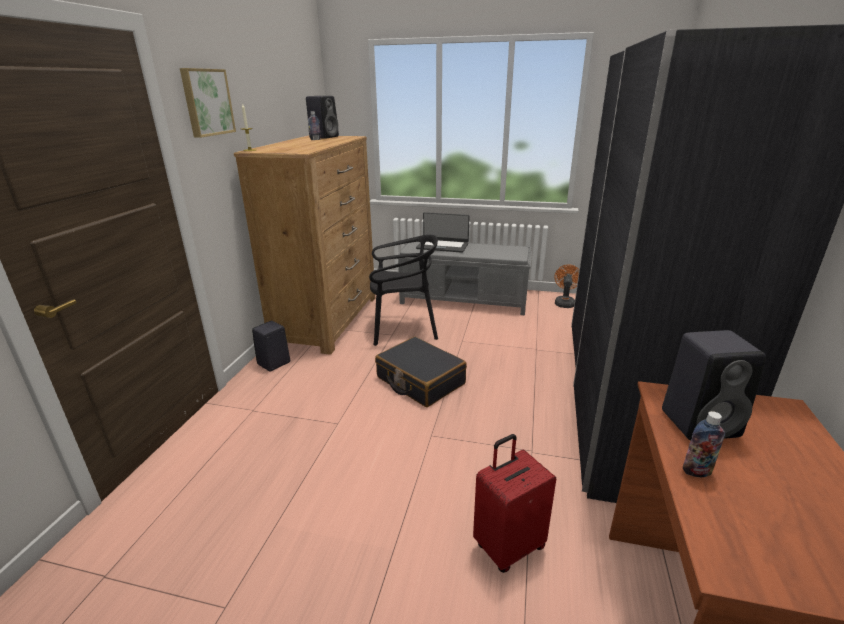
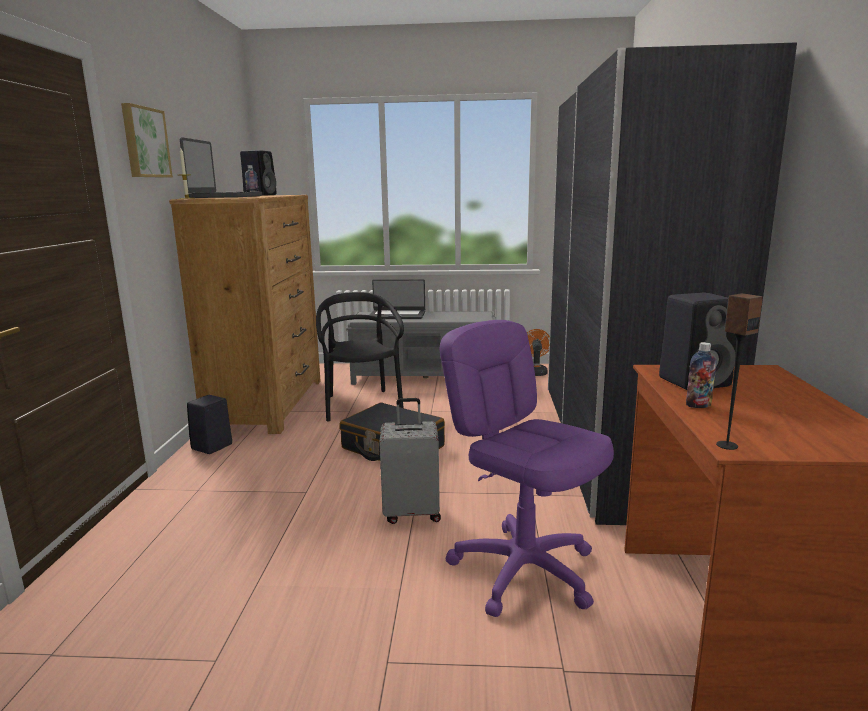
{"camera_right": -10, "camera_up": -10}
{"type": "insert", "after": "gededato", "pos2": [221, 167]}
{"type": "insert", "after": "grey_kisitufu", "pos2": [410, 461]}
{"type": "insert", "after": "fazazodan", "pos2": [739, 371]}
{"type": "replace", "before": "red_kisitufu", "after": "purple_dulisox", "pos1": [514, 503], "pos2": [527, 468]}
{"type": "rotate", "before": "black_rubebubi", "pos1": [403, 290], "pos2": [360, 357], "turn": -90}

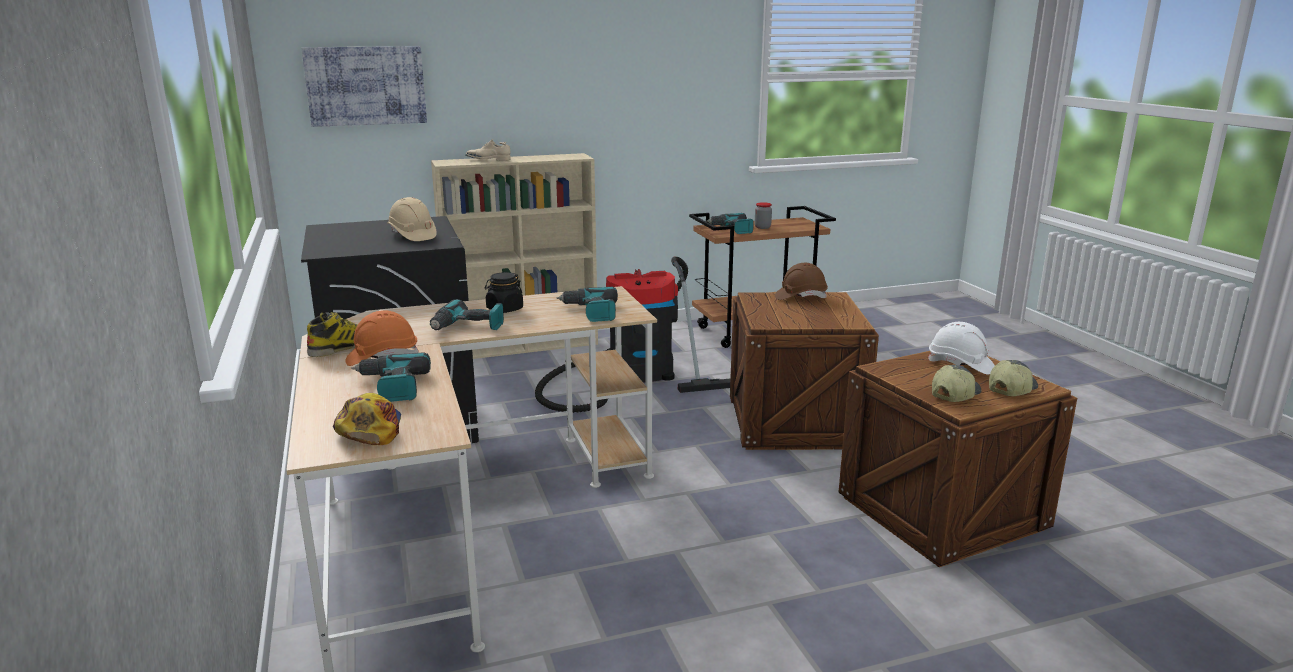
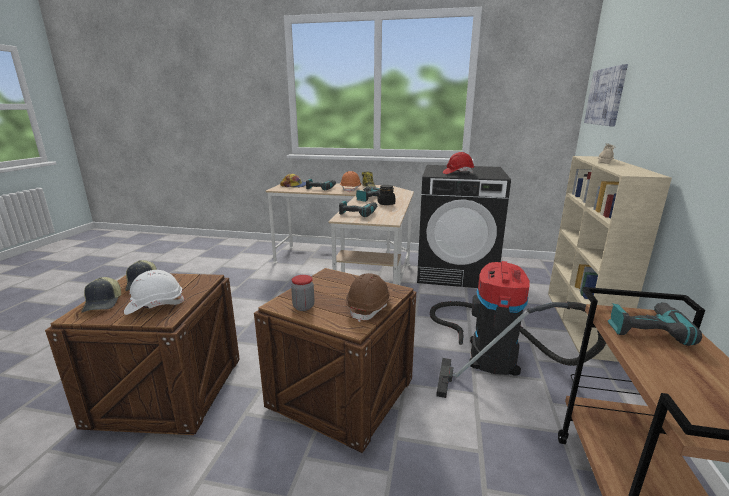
{"camera_right": 120, "camera_up": 0}
{"type": "move", "before": "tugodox", "pos1": [763, 215], "pos2": [302, 293]}
{"type": "recolor", "before": "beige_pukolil", "after": "red_pukolil", "pos1": [412, 219], "pos2": [458, 163]}

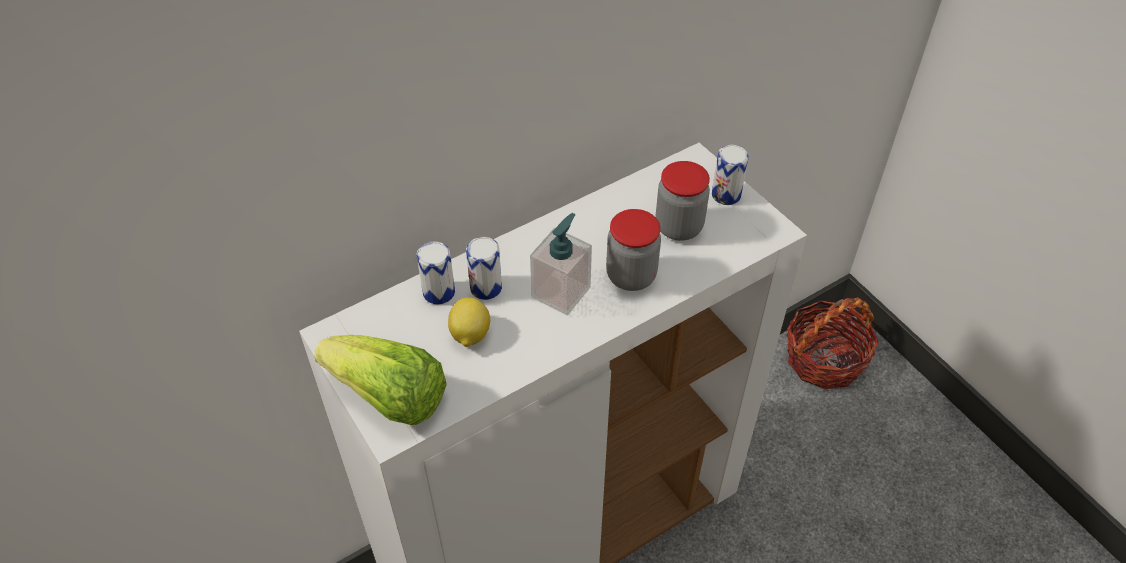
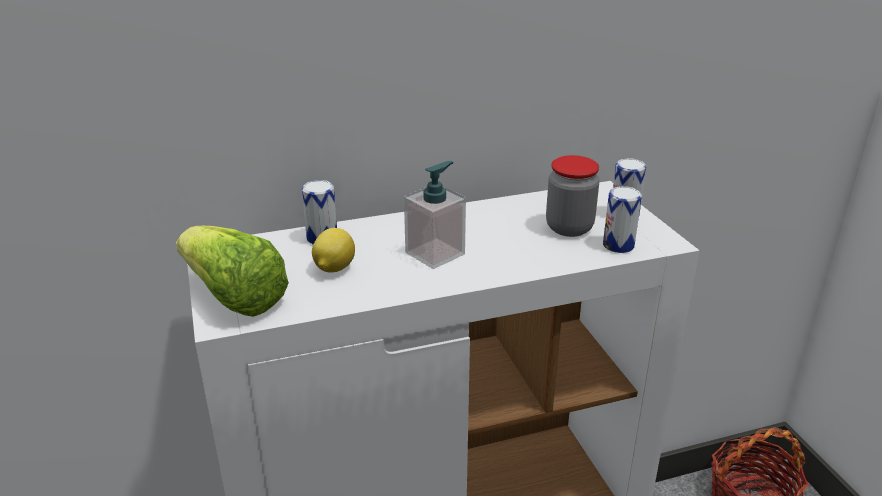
{"camera_right": 15, "camera_up": -20}
{"type": "delete", "before": "tugodox", "pos1": [633, 250]}
{"type": "move", "before": "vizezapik", "pos1": [484, 268], "pos2": [622, 219]}

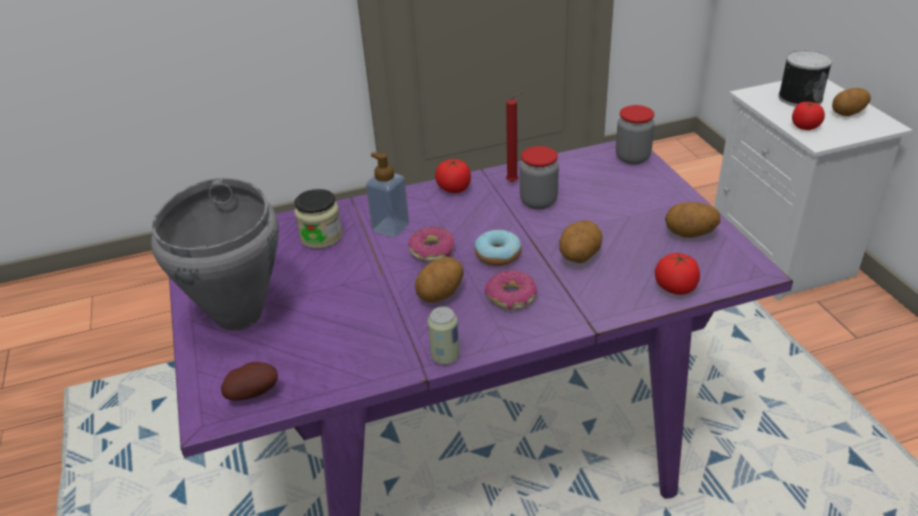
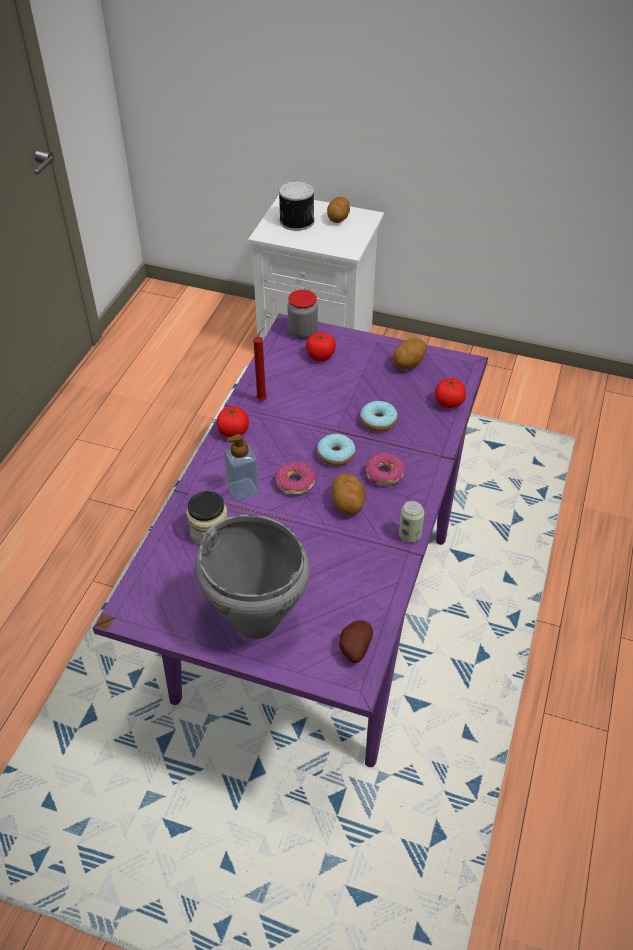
{"camera_right": -55, "camera_up": 10}
{"type": "delete", "before": "tugodox", "pos1": [539, 177]}
{"type": "move", "before": "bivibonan", "pos1": [808, 115], "pos2": [321, 346]}
{"type": "replace", "before": "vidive", "after": "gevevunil", "pos1": [581, 241], "pos2": [378, 416]}

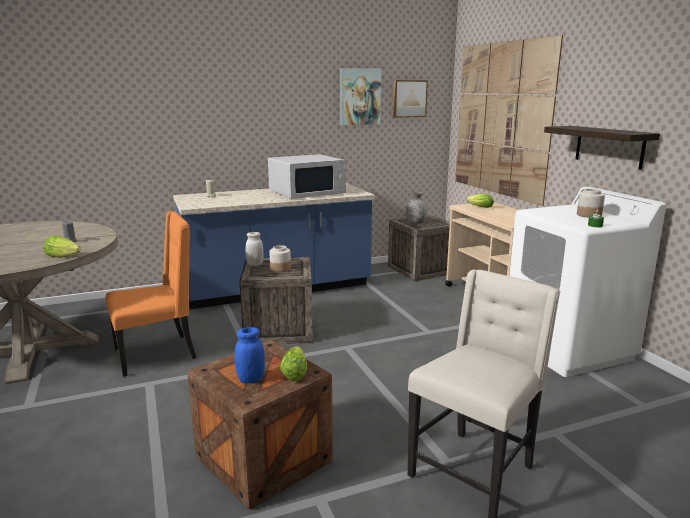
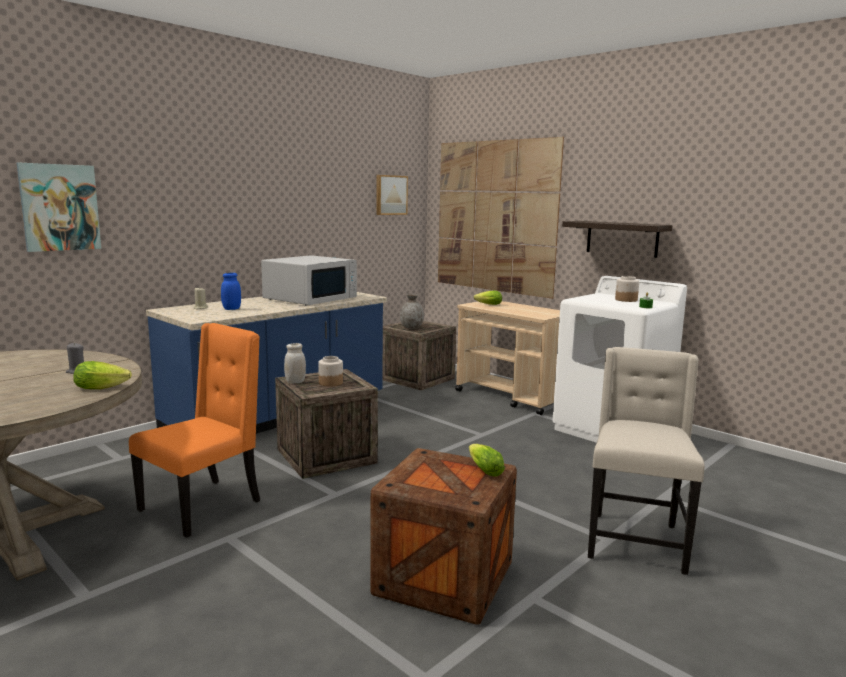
{"camera_right": -25, "camera_up": -5}
{"type": "move", "before": "blue_tugodox", "pos1": [250, 355], "pos2": [231, 291]}
{"type": "move", "before": "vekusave", "pos1": [360, 96], "pos2": [59, 207]}

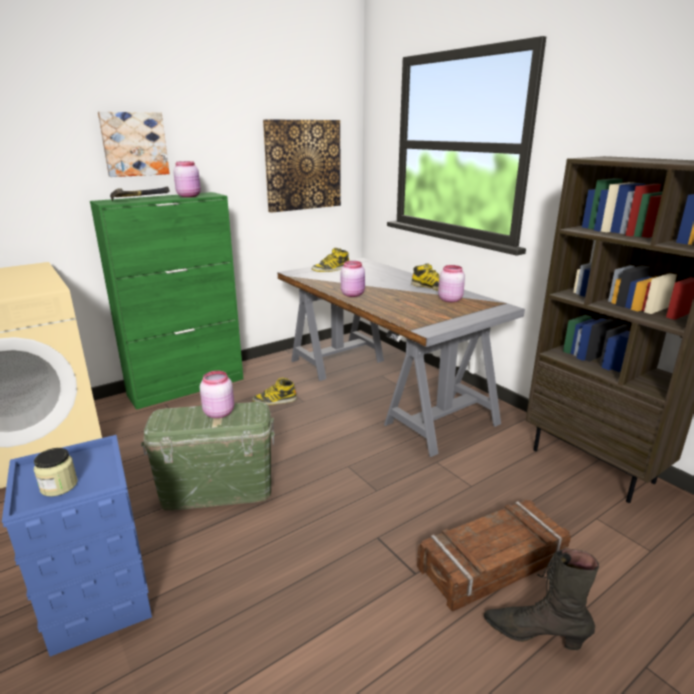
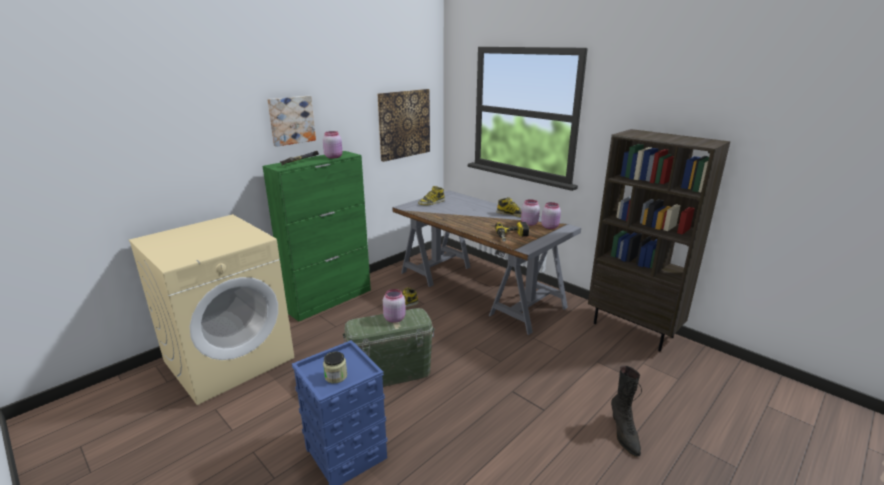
{"camera_right": -10, "camera_up": 0}
{"type": "delete", "before": "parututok", "pos1": [494, 556]}
{"type": "insert", "after": "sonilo", "pos2": [512, 232]}
{"type": "move", "before": "pink_tugodox", "pos1": [353, 279], "pos2": [551, 215]}
{"type": "rotate", "before": "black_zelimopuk", "pos1": [541, 599], "pos2": [626, 411], "turn": -105}

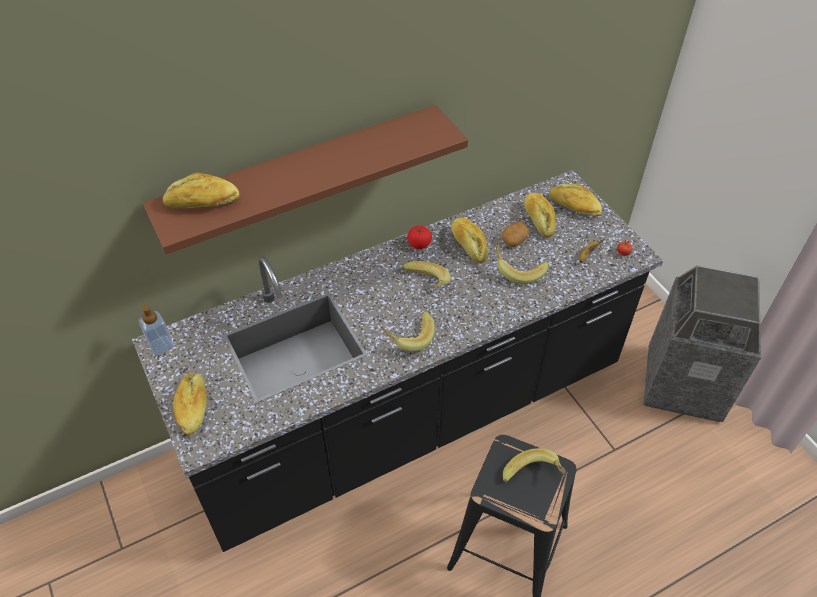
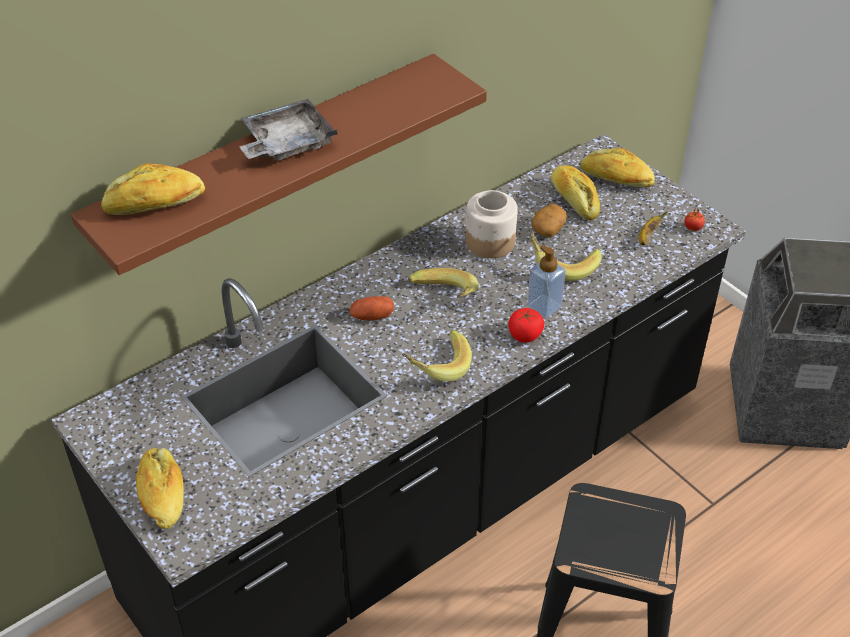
{"camera_right": -10, "camera_up": -5}
{"type": "delete", "before": "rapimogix", "pos1": [535, 465]}
{"type": "insert", "after": "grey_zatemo", "pos2": [288, 130]}
{"type": "insert", "after": "vidive", "pos2": [371, 308]}
{"type": "move", "before": "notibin", "pos1": [156, 329], "pos2": [546, 281]}
{"type": "move", "before": "bivibonan", "pos1": [420, 237], "pos2": [526, 325]}
{"type": "replace", "before": "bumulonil", "after": "tugodox", "pos1": [469, 240], "pos2": [492, 224]}

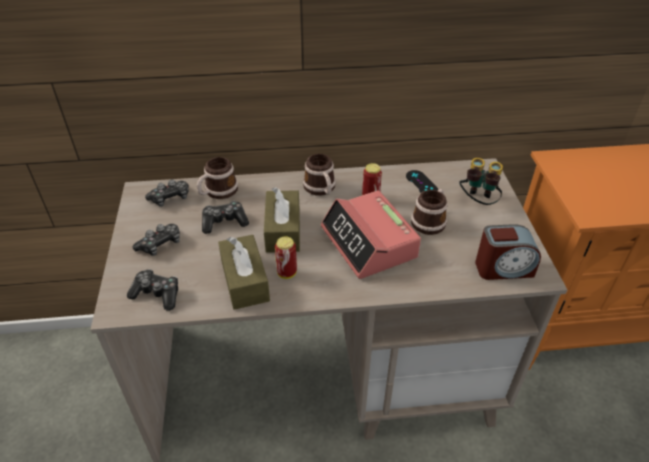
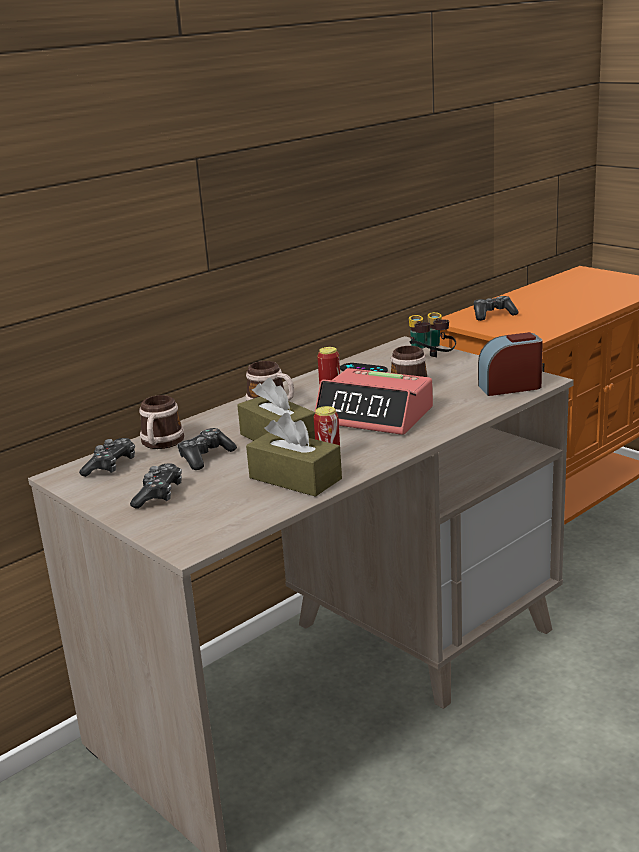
{"camera_right": -35, "camera_up": -20}
{"type": "move", "before": "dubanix", "pos1": [152, 290], "pos2": [496, 308]}
{"type": "rotate", "before": "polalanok", "pos1": [508, 252], "pos2": [510, 364], "turn": -150}

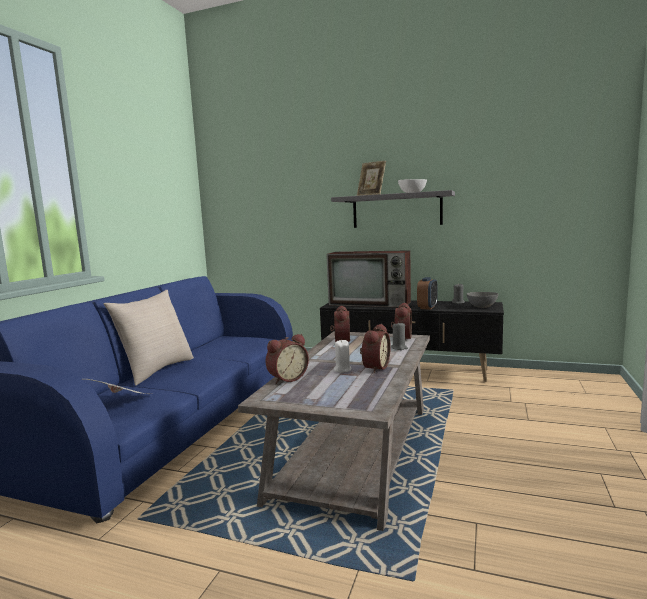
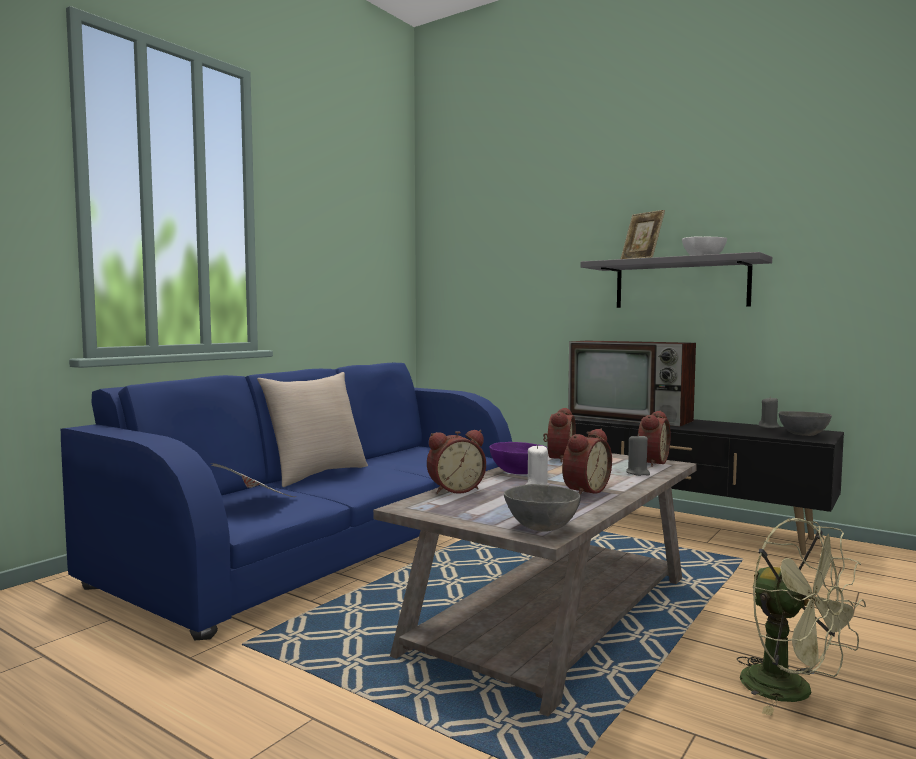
{"camera_right": 15, "camera_up": -5}
{"type": "delete", "before": "polalanok", "pos1": [427, 293]}
{"type": "insert", "after": "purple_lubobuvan", "pos2": [518, 458]}
{"type": "insert", "after": "grey_lubobuvan", "pos2": [542, 508]}
{"type": "insert", "after": "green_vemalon", "pos2": [801, 617]}

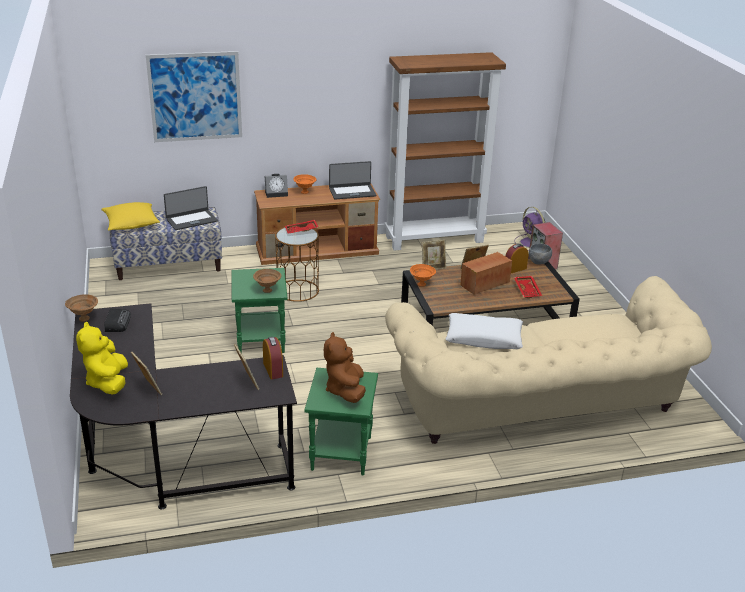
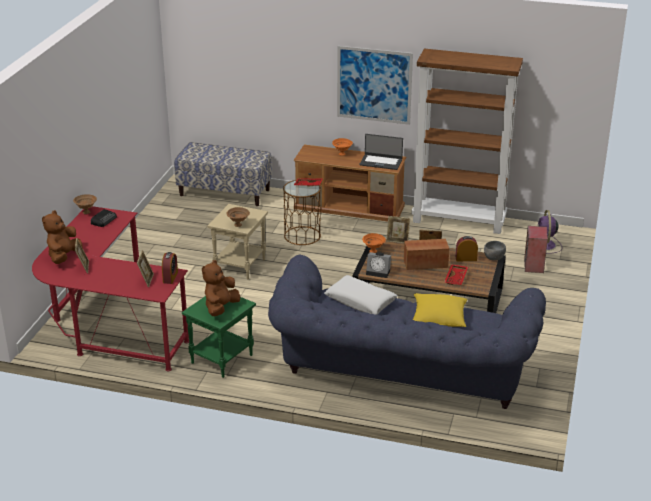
{"camera_right": 30, "camera_up": 0}
{"type": "delete", "before": "gededato", "pos1": [191, 208]}
{"type": "move", "before": "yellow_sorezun", "pos1": [130, 216], "pos2": [440, 310]}
{"type": "move", "before": "vekusave", "pos1": [194, 96], "pos2": [375, 85]}
{"type": "move", "before": "polalanok", "pos1": [276, 186], "pos2": [378, 265]}
{"type": "recolor", "before": "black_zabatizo", "after": "red_zabatizo", "pos1": [183, 406], "pos2": [110, 288]}
{"type": "recolor", "before": "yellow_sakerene", "after": "brown_sakerene", "pos1": [102, 358], "pos2": [62, 237]}
{"type": "recolor", "before": "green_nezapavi", "after": "beige_nezapavi", "pos1": [260, 310], "pos2": [237, 242]}
{"type": "recolor", "before": "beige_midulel", "after": "blue_midulel", "pos1": [548, 360], "pos2": [407, 331]}

